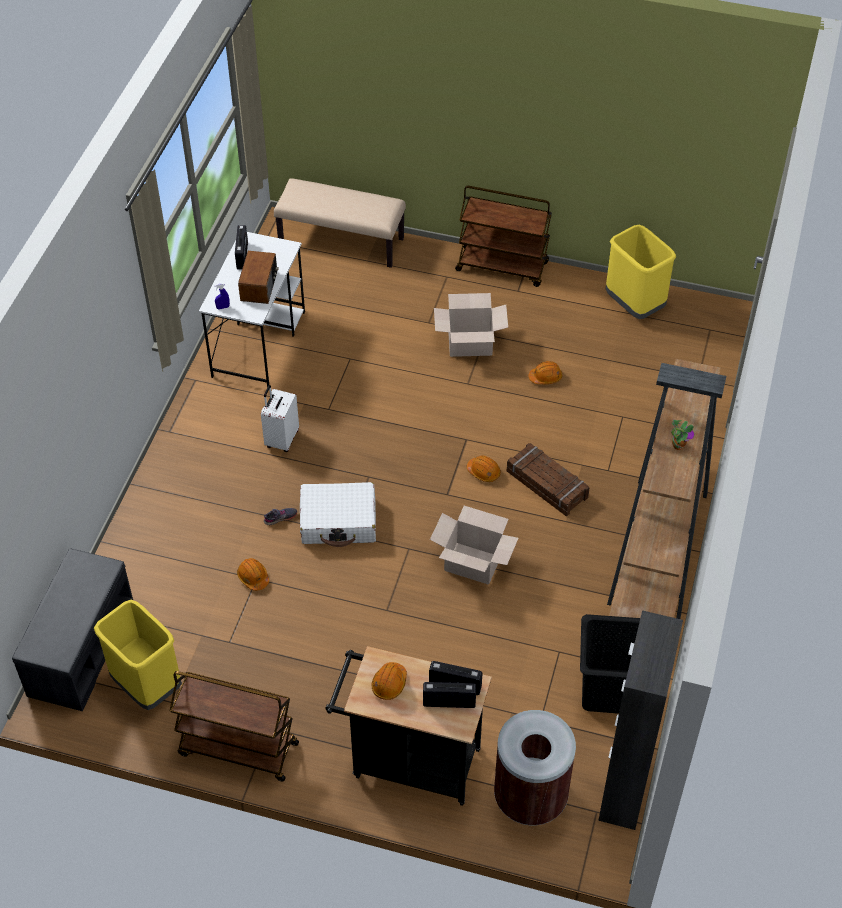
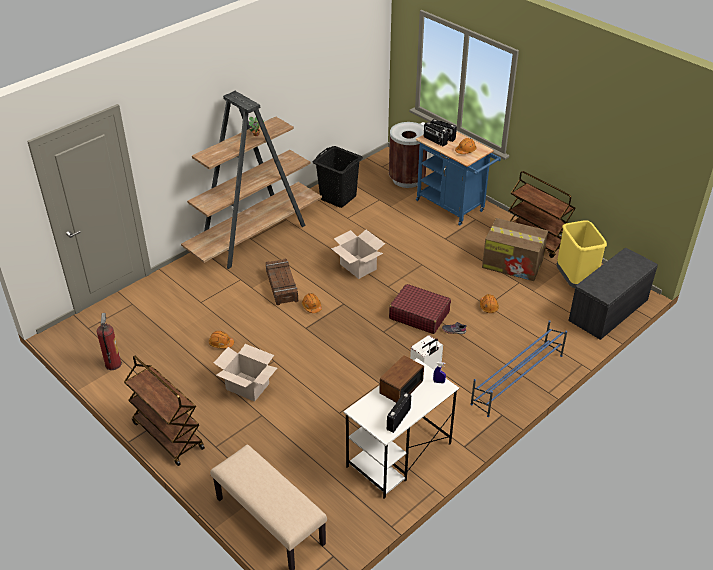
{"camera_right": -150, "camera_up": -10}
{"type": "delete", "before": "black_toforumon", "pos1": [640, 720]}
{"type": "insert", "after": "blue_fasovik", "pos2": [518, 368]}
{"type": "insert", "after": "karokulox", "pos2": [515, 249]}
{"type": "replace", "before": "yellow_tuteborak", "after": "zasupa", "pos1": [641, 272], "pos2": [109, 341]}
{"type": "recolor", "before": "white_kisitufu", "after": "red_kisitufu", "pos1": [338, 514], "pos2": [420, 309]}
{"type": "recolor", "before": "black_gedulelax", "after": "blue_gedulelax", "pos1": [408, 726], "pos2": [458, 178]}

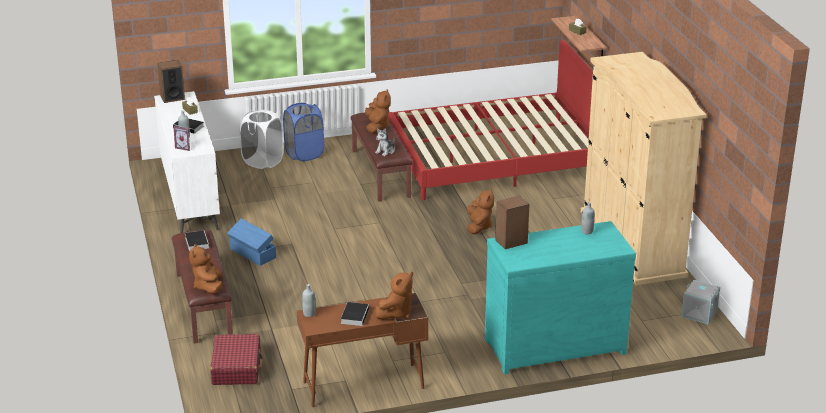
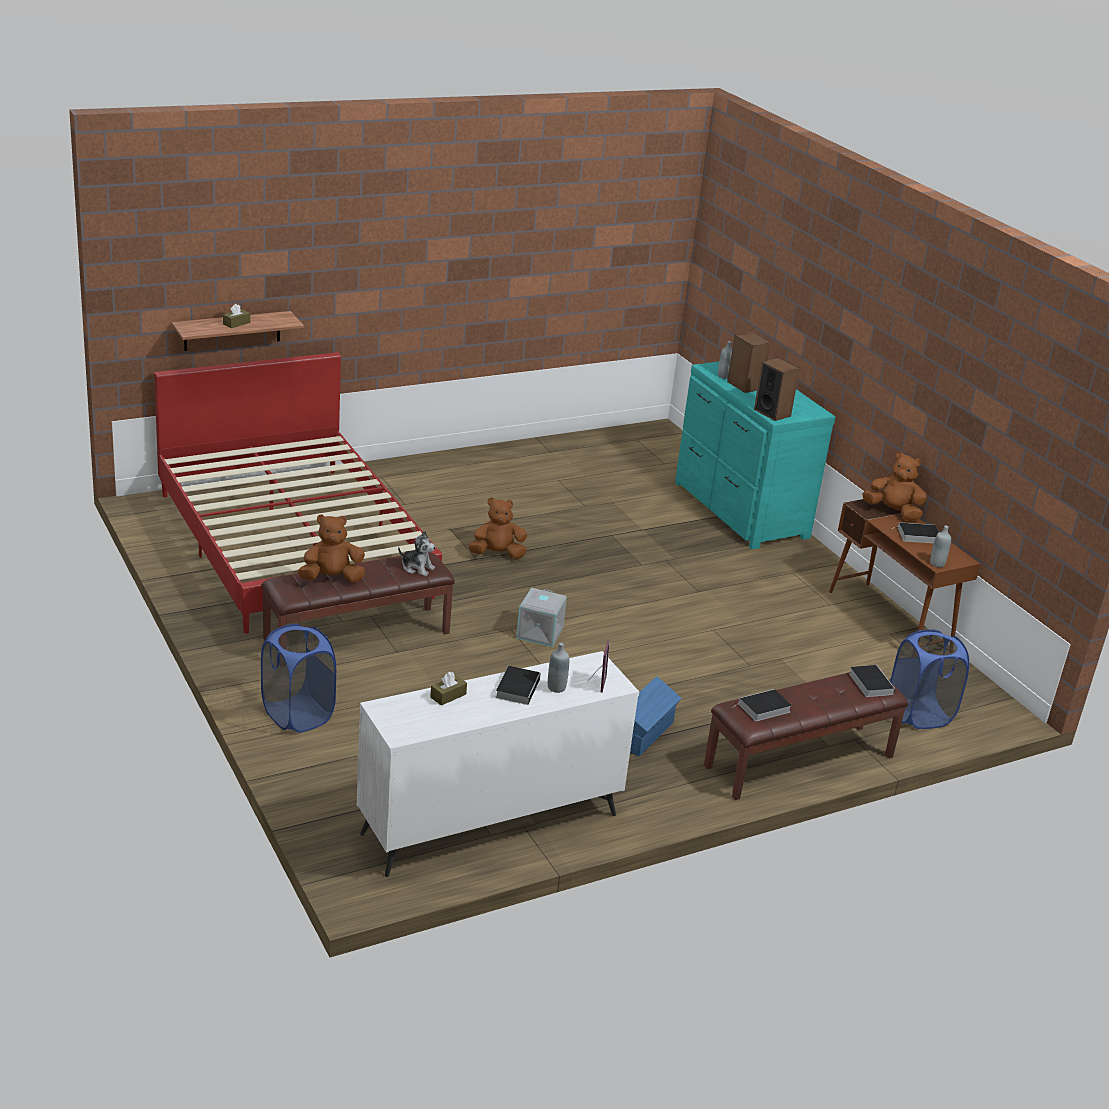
{"camera_right": -105, "camera_up": 0}
{"type": "delete", "before": "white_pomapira", "pos1": [262, 139]}
{"type": "delete", "before": "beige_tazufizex", "pos1": [643, 168]}
{"type": "move", "before": "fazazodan", "pos1": [171, 81], "pos2": [748, 362]}
{"type": "move", "before": "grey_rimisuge", "pos1": [700, 302], "pos2": [541, 617]}
{"type": "replace", "before": "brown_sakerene", "after": "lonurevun", "pos1": [205, 268], "pos2": [872, 681]}
{"type": "replace", "before": "red_kisitufu", "after": "blue_pomapira", "pos1": [236, 359], "pos2": [929, 679]}

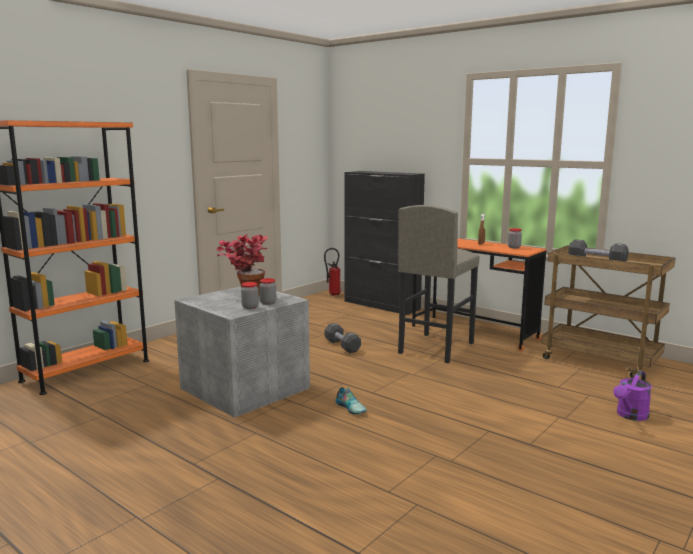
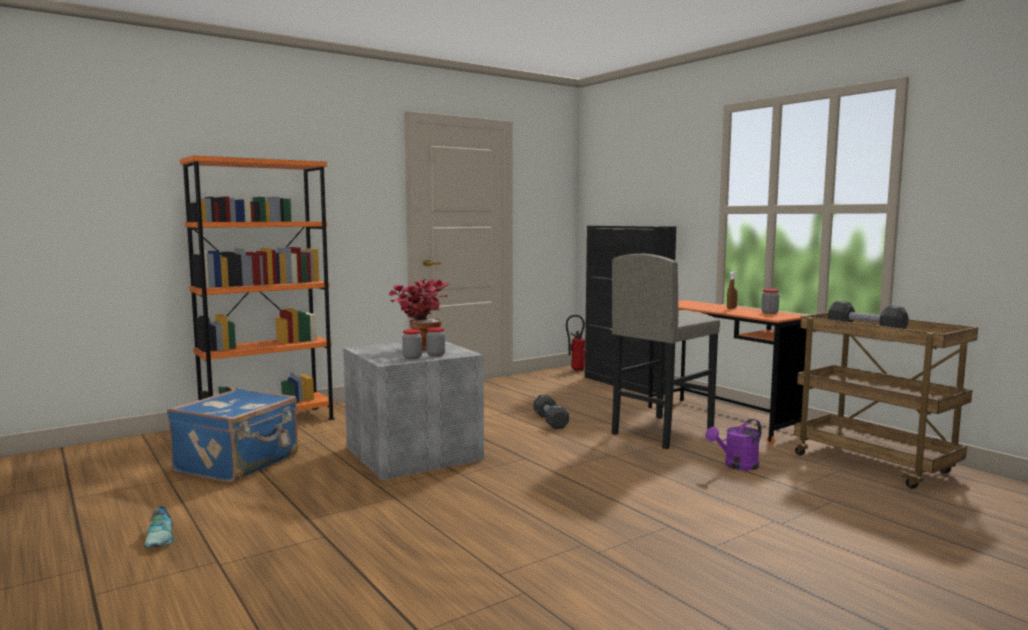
{"camera_right": 15, "camera_up": -5}
{"type": "insert", "after": "blue_kisitufu", "pos2": [232, 435]}
{"type": "move", "before": "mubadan", "pos1": [351, 401], "pos2": [159, 527]}
{"type": "move", "before": "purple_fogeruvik", "pos1": [632, 396], "pos2": [734, 445]}

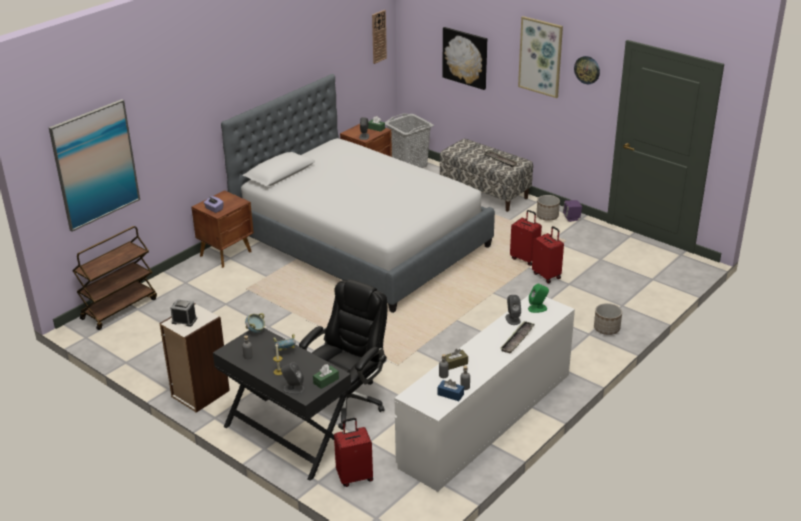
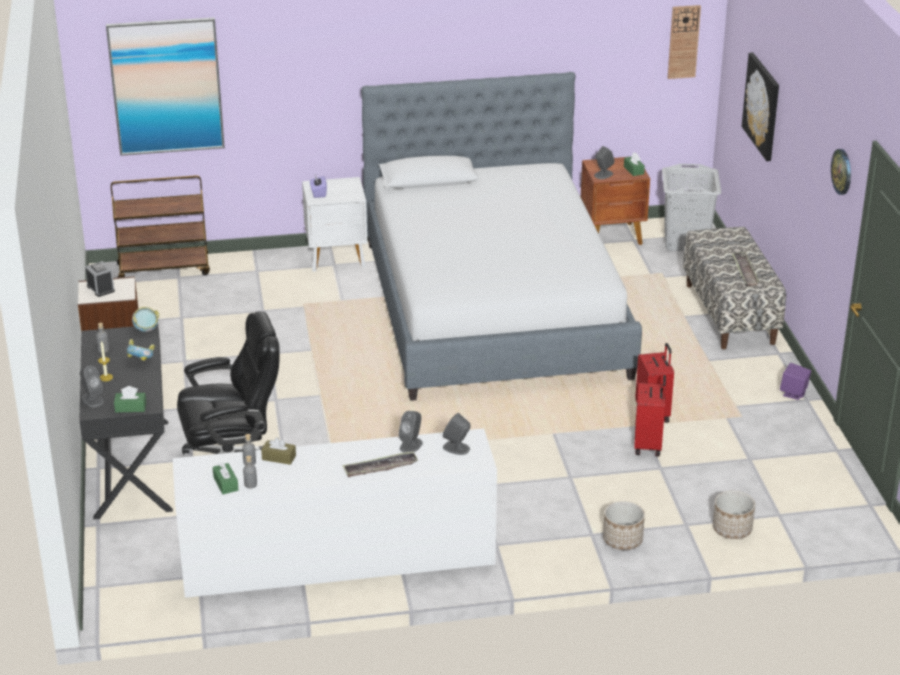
{"camera_right": 40, "camera_up": 0}
{"type": "delete", "before": "red_kisitufu", "pos1": [353, 452]}
{"type": "delete", "before": "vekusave", "pos1": [540, 57]}
{"type": "move", "before": "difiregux", "pos1": [548, 208], "pos2": [734, 515]}
{"type": "recolor", "before": "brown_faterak", "after": "white_faterak", "pos1": [222, 229], "pos2": [334, 224]}
{"type": "recolor", "before": "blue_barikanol", "after": "green_barikanol", "pos1": [451, 390], "pos2": [225, 478]}
{"type": "recolor", "before": "green_fazazodan", "after": "grey_fazazodan", "pos1": [538, 298], "pos2": [457, 434]}

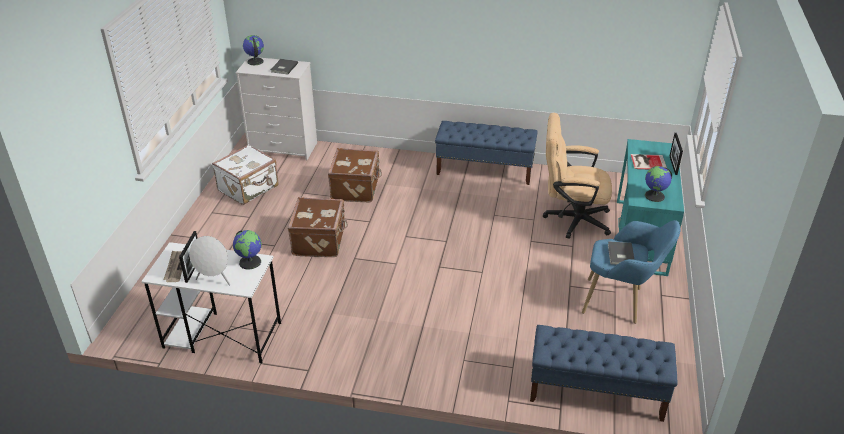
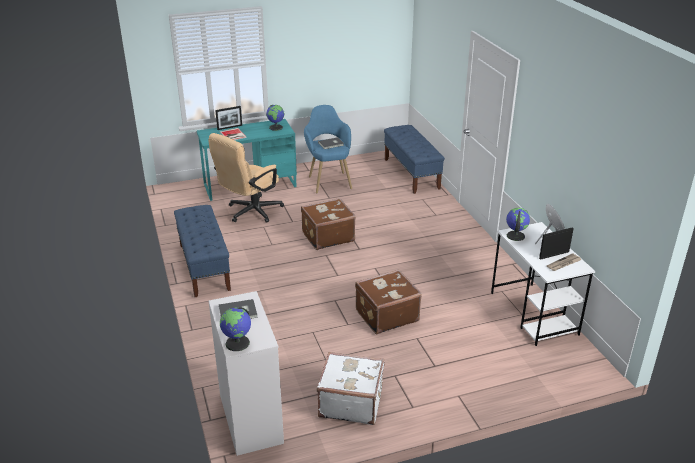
{"camera_right": -120, "camera_up": -5}
{"type": "move", "before": "brown_kisitufu", "pos1": [355, 175], "pos2": [328, 224]}
{"type": "rotate", "before": "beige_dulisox", "pos1": [577, 176], "pos2": [246, 178], "turn": 60}

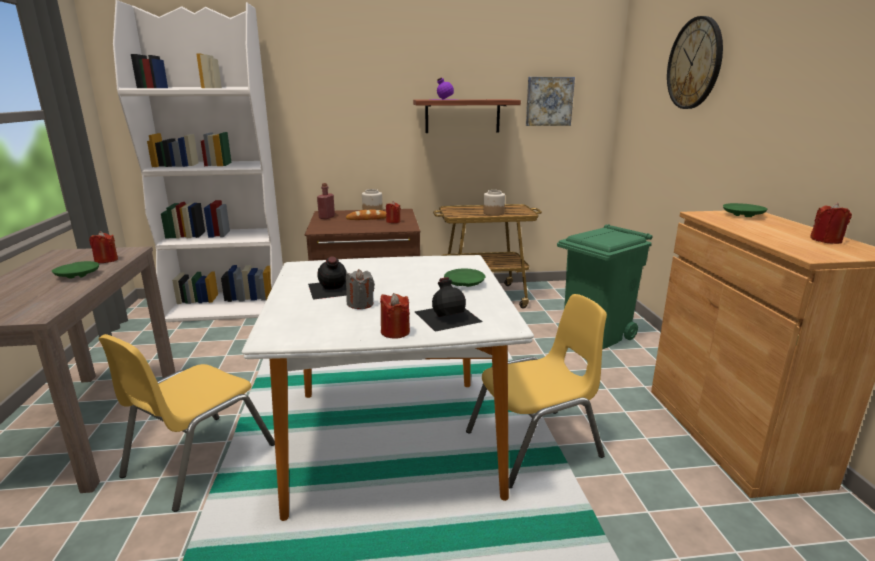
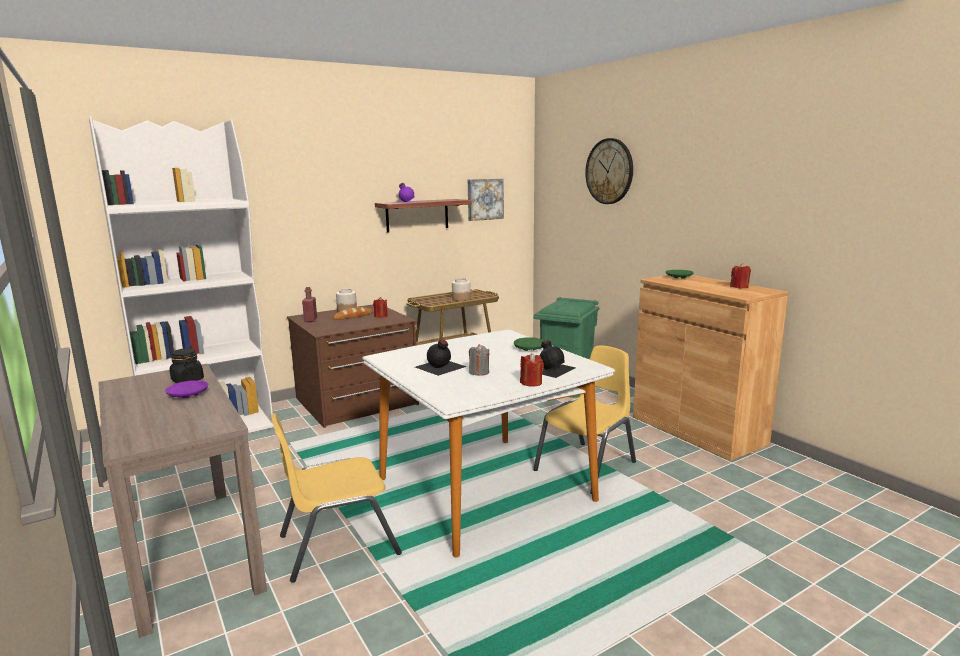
{"camera_right": -25, "camera_up": -5}
{"type": "replace", "before": "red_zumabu", "after": "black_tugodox", "pos1": [103, 247], "pos2": [187, 365]}
{"type": "recolor", "before": "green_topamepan", "after": "purple_topamepan", "pos1": [75, 269], "pos2": [186, 389]}
{"type": "rotate", "before": "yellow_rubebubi", "pos1": [186, 423], "pos2": [336, 498], "turn": 60}

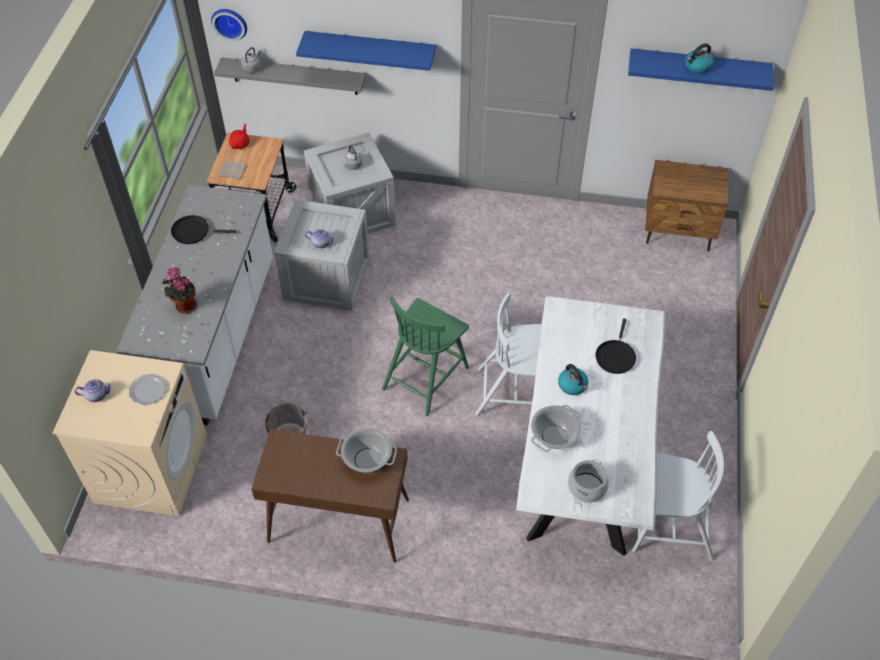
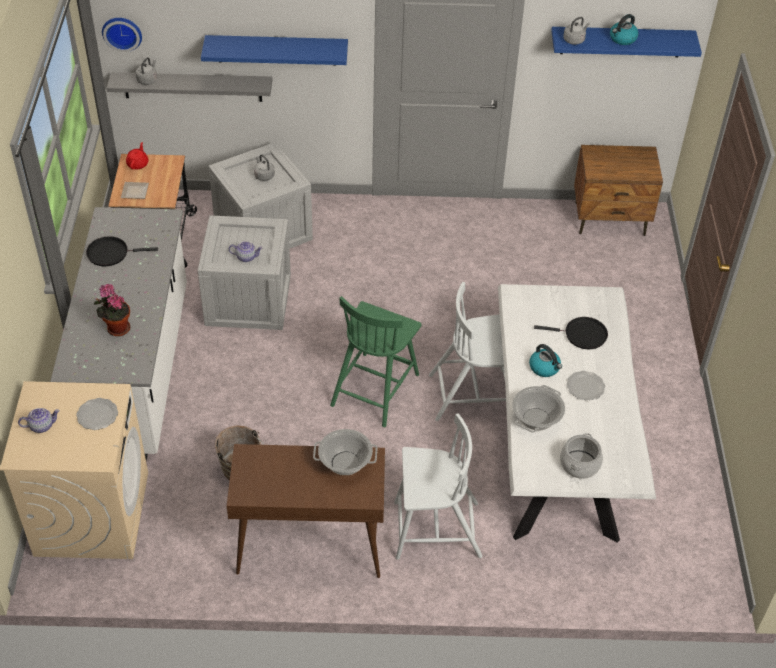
{"camera_right": -10, "camera_up": -5}
{"type": "insert", "after": "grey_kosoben", "pos2": [576, 31]}
{"type": "insert", "after": "topamepan", "pos2": [585, 386]}
{"type": "move", "before": "white_rubebubi", "pos1": [678, 495], "pos2": [438, 487]}
{"type": "rotate", "before": "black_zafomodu", "pos1": [616, 346], "pos2": [571, 333], "turn": -90}

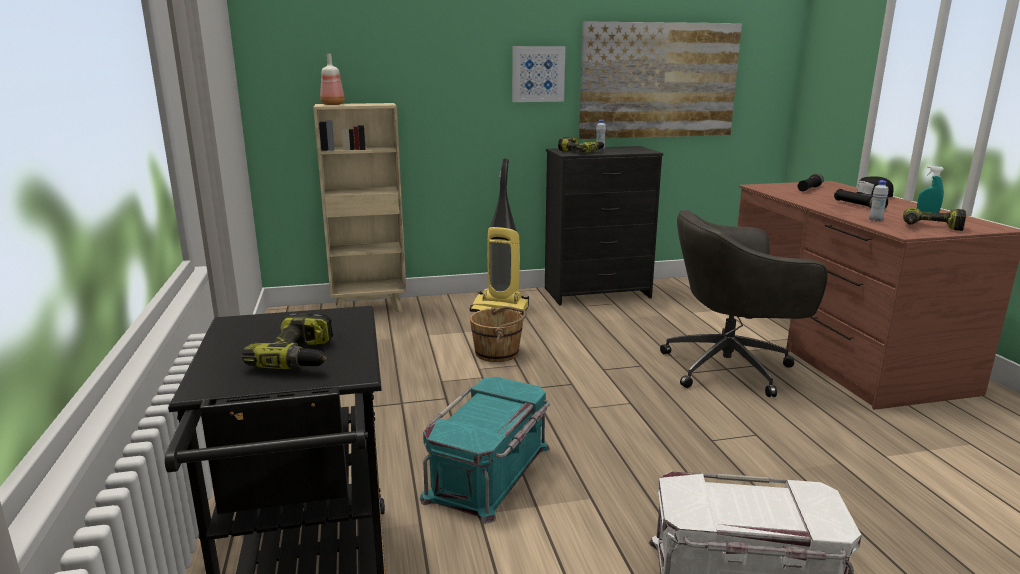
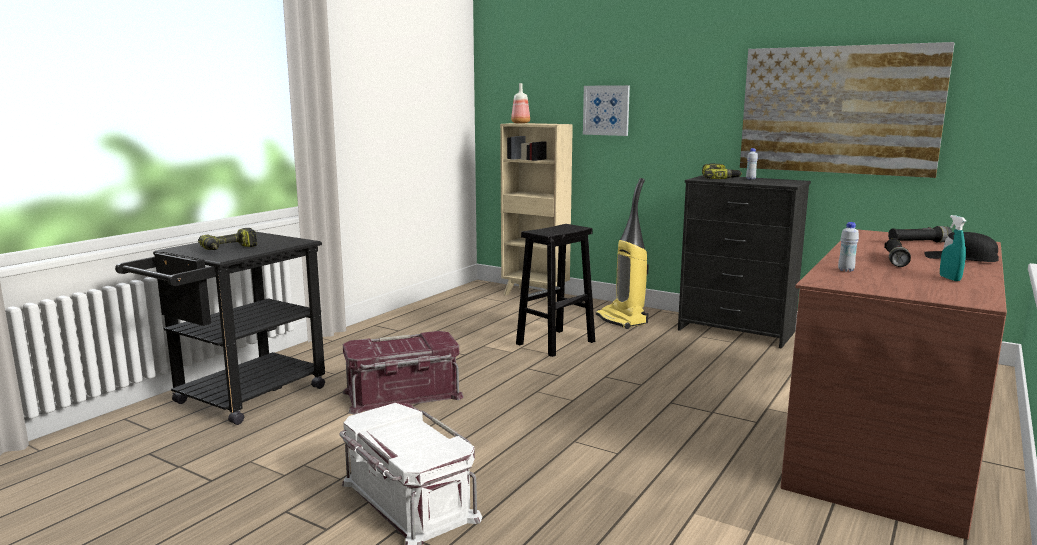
{"camera_right": 45, "camera_up": -5}
{"type": "delete", "before": "grey_dulisox", "pos1": [744, 303]}
{"type": "delete", "before": "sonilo", "pos1": [934, 219]}
{"type": "move", "before": "vekusave", "pos1": [538, 74], "pos2": [606, 110]}
{"type": "replace", "before": "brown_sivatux", "after": "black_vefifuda", "pos1": [498, 334], "pos2": [555, 290]}
{"type": "recolor", "before": "turquoise_rimisuge", "after": "red_rimisuge", "pos1": [485, 450], "pos2": [403, 373]}

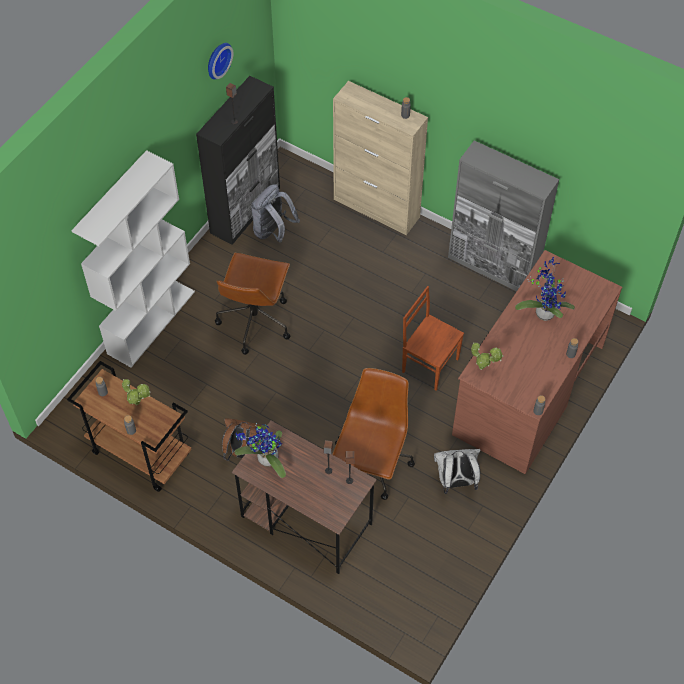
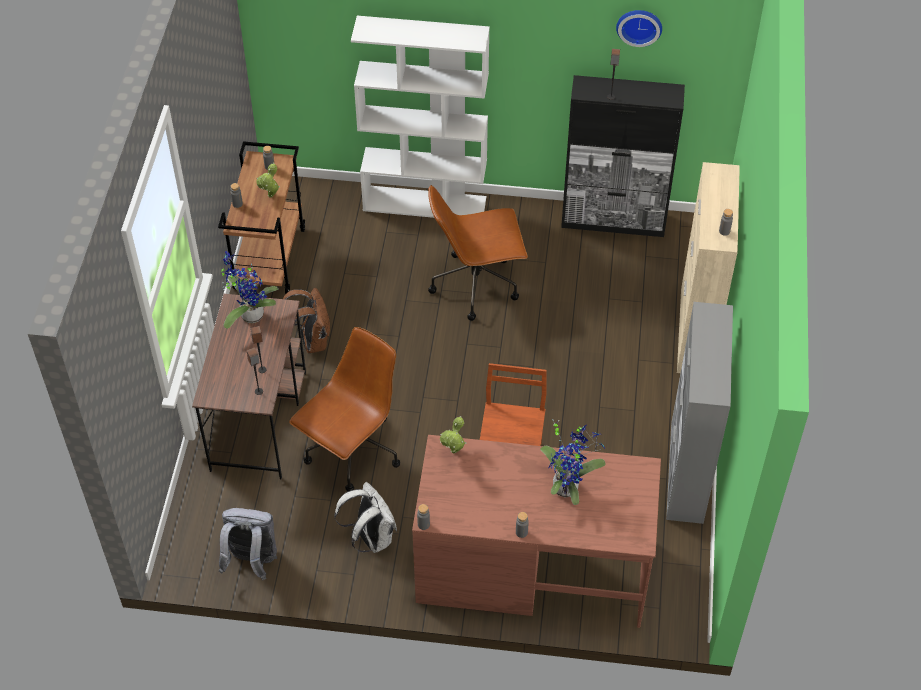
{"camera_right": 65, "camera_up": -5}
{"type": "move", "before": "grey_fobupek", "pos1": [275, 213], "pos2": [248, 544]}
{"type": "rotate", "before": "brown_dulisox", "pos1": [373, 434], "pos2": [344, 409], "turn": -45}

